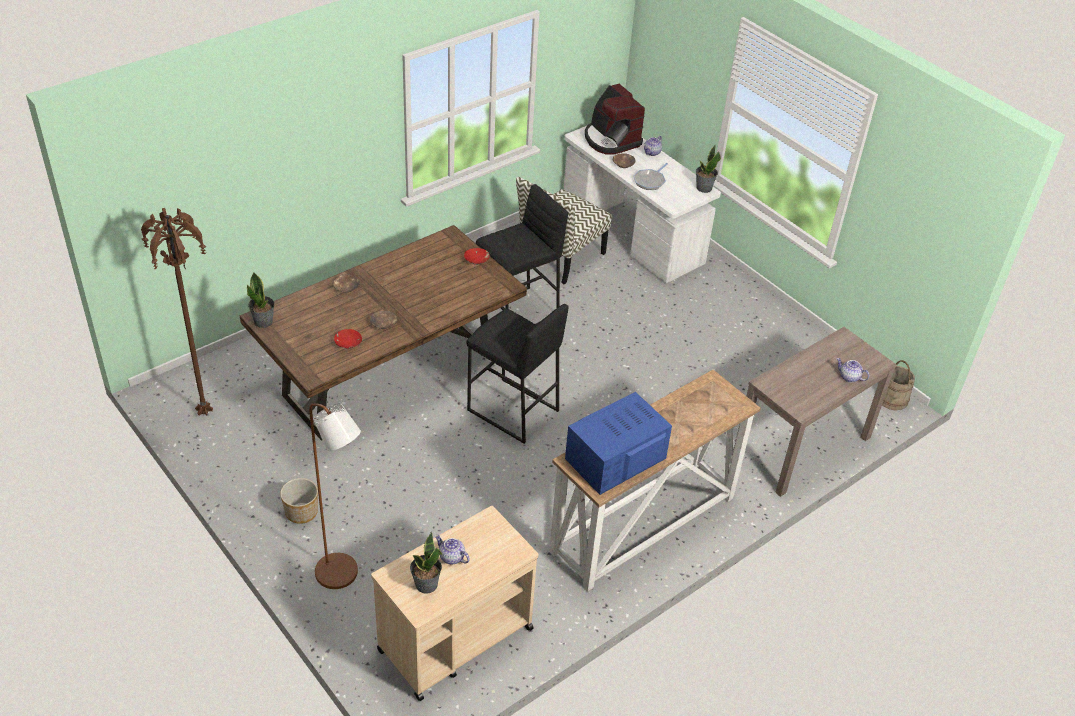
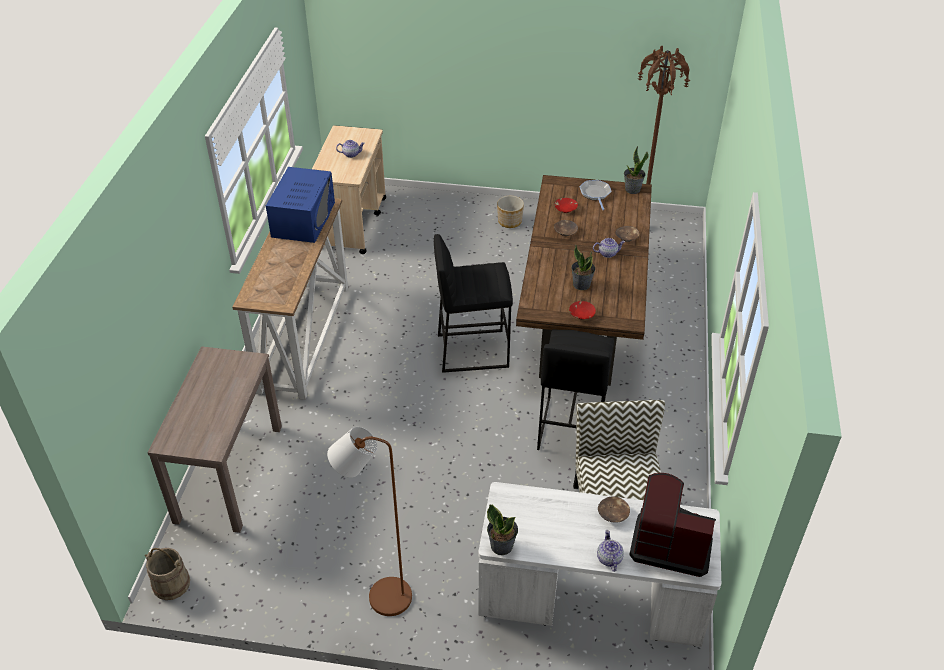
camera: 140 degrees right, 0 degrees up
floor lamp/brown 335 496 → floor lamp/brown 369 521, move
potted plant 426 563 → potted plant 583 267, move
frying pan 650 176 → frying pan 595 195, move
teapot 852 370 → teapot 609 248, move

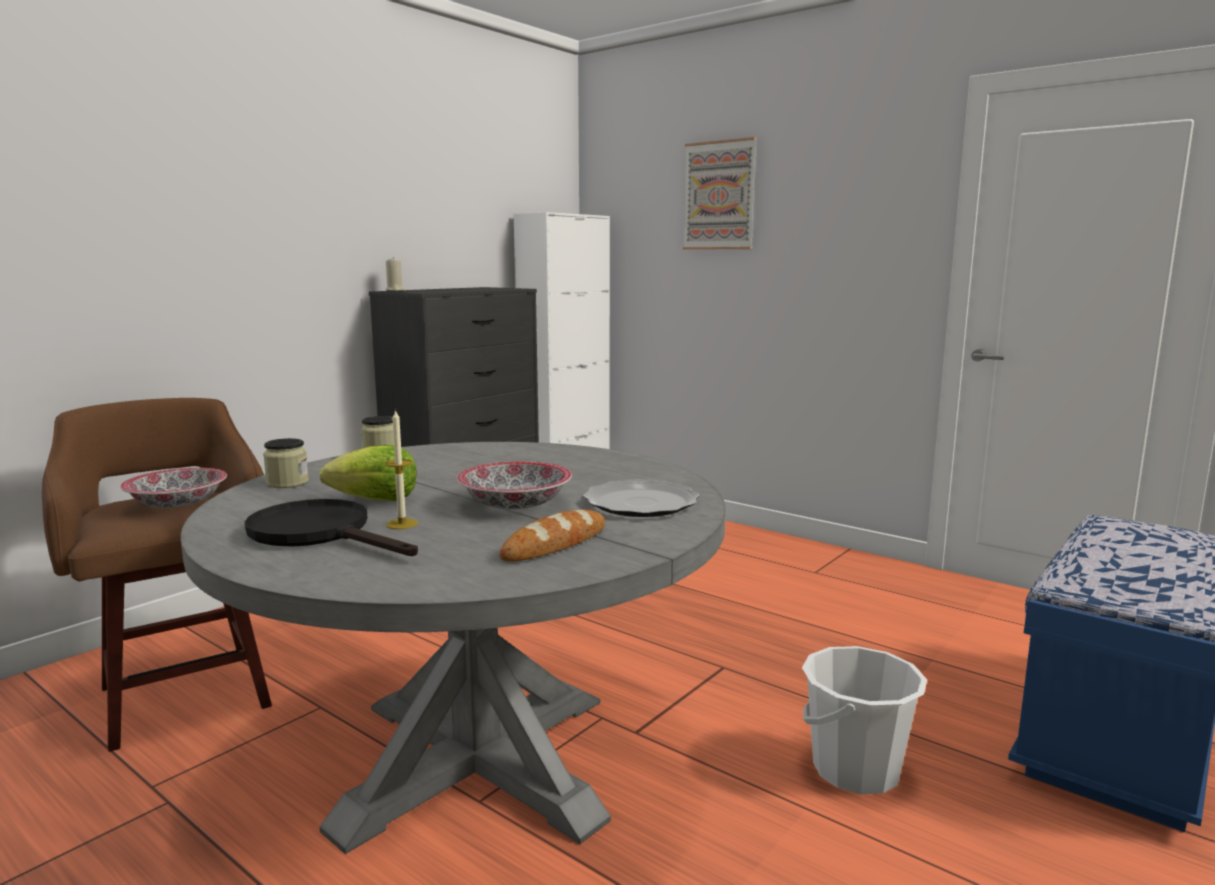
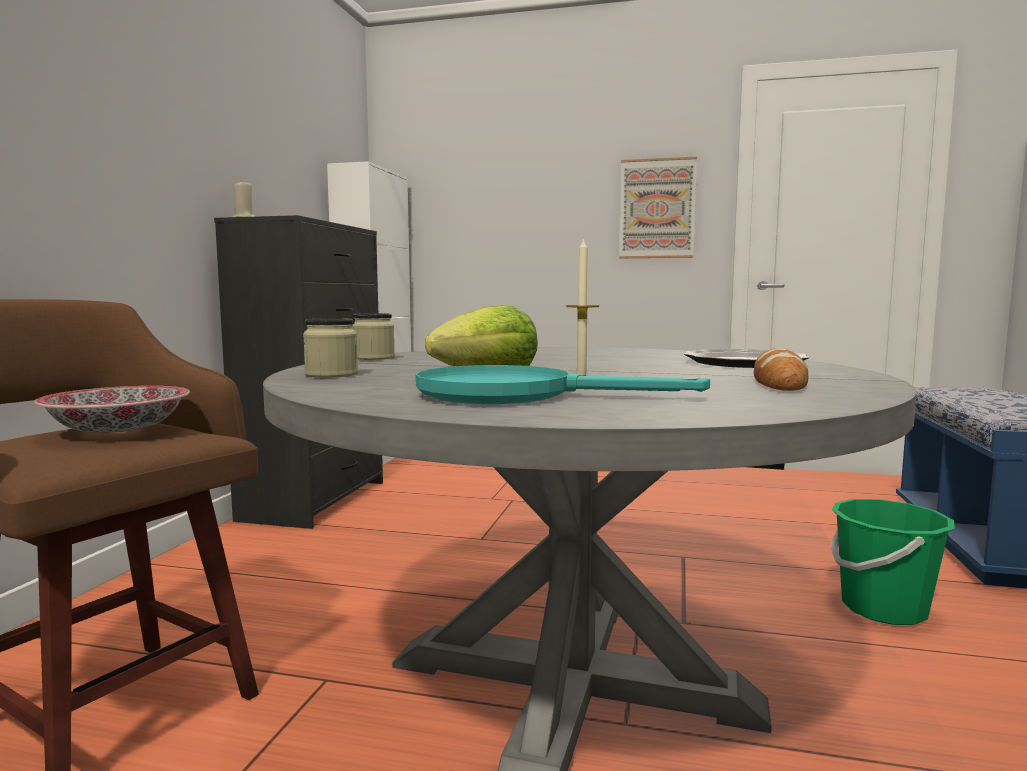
camera: 25 degrees left, 5 degrees down
frying pan/black 331 527 → frying pan/turquoise 562 384
picture 720 193 → picture 658 207, move
bucket/white 864 720 → bucket/green 892 562
bowl 514 485 → -

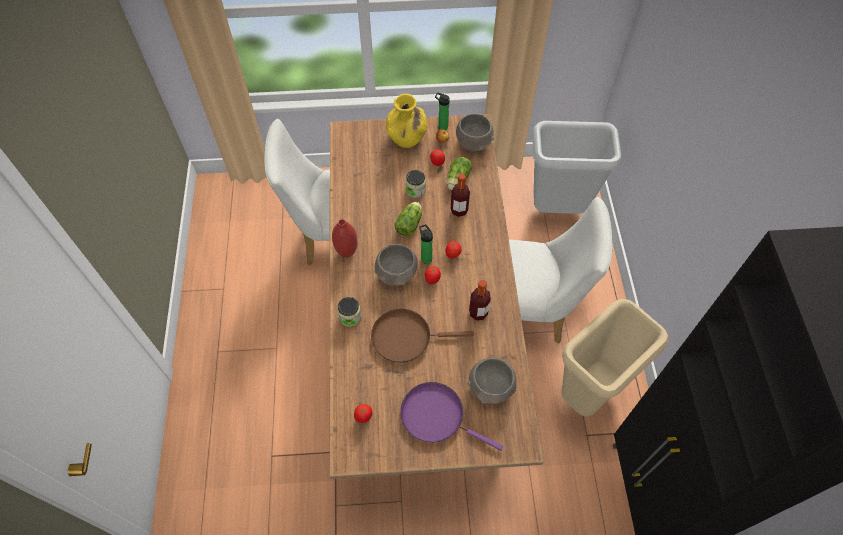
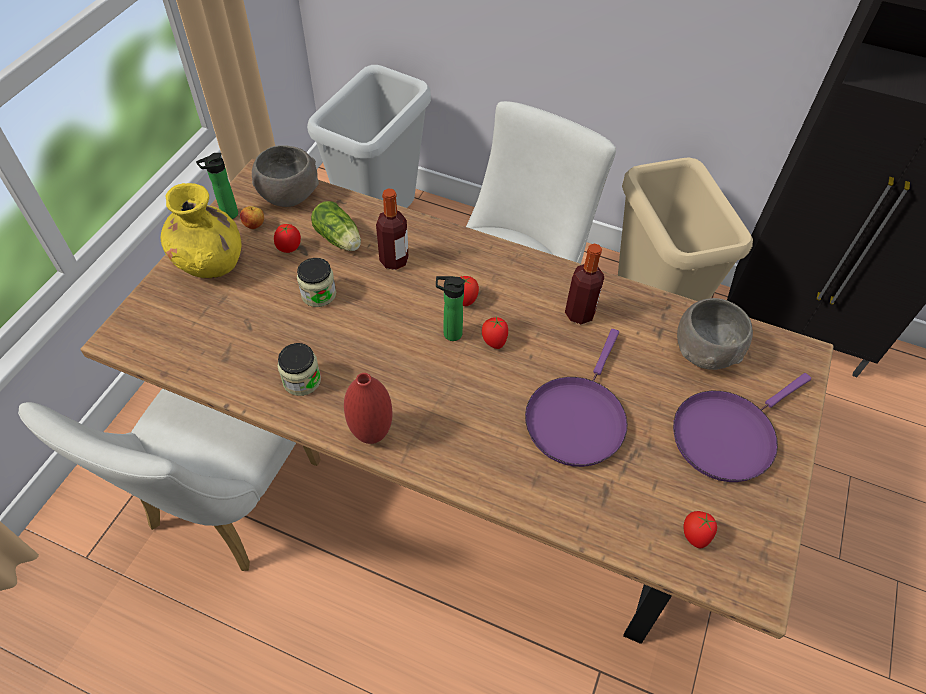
camera: 65 degrees left, 5 degrees down
jar 349 312 → jar 299 369, move
frying pan/brown 422 336 → frying pan/purple 576 398
bowl/grey 396 265 → -
lettuce 408 219 → -

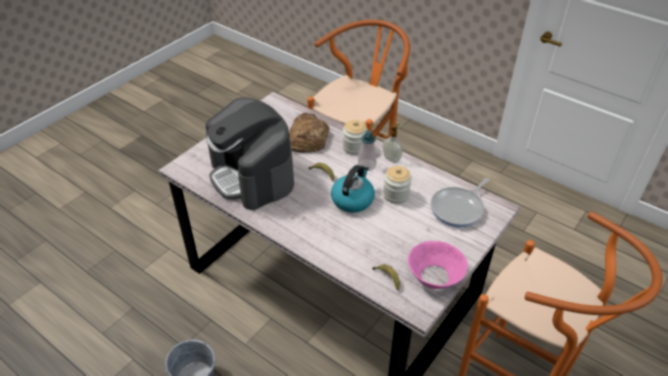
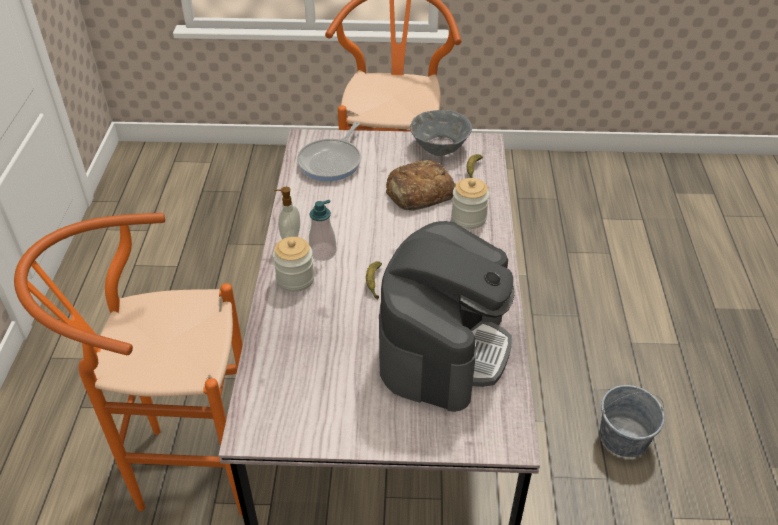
camera: 125 degrees left, 0 degrees up
frying pan 460 202 → frying pan 329 151, 105 degrees clockwise
bread 309 133 → bread 421 185, move
bowl/pink 438 265 → bowl/grey 441 133
jar 397 185 → jar 470 203, move
kettle 353 189 → -

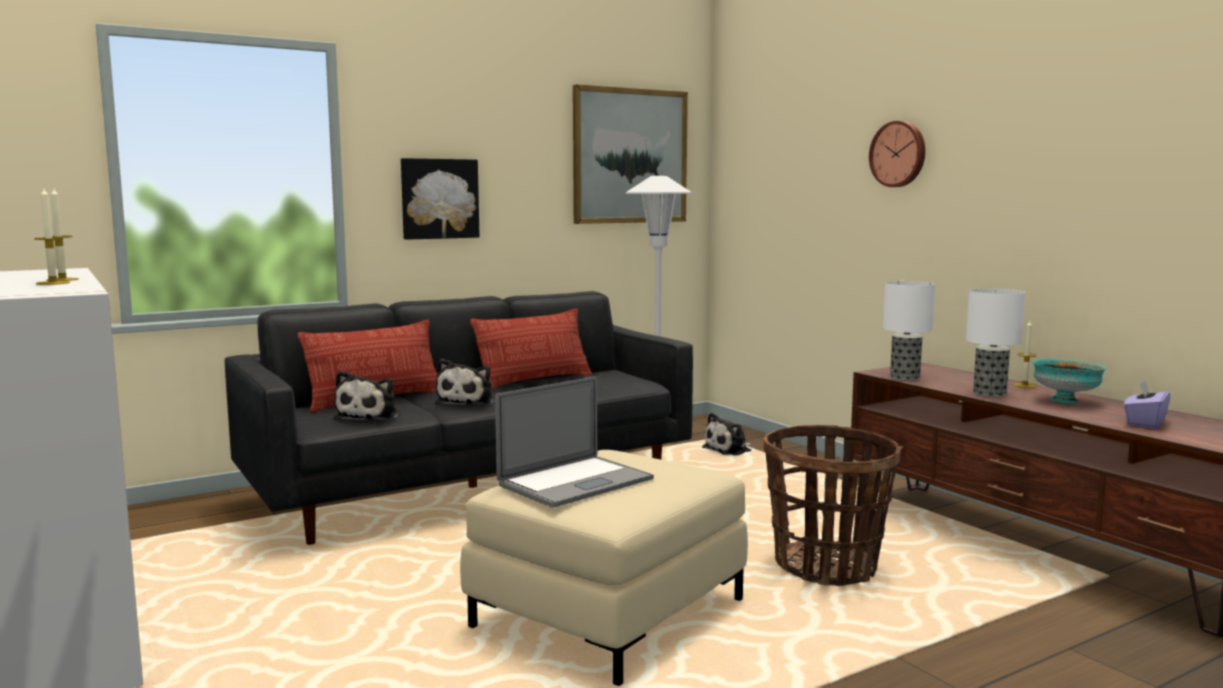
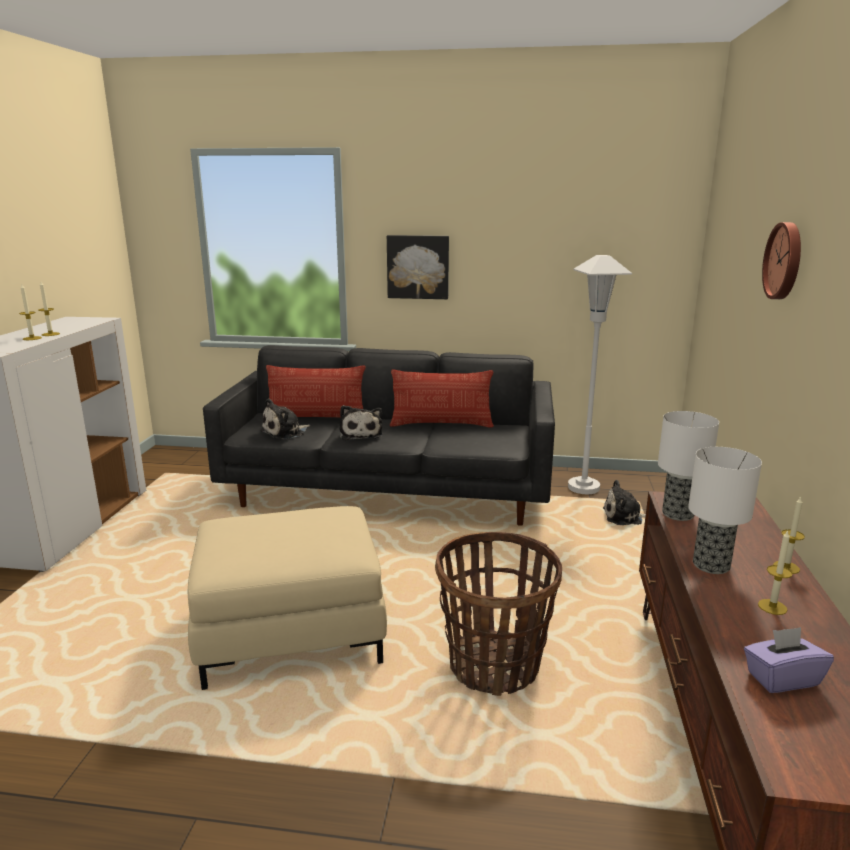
camera: 40 degrees right, 10 degrees up
plush toy 465 382 → plush toy 361 422, 60 degrees counterclockwise
bowl/turquoise 1069 381 → candle 775 572
laptop 574 442 → -
picture 630 154 → -

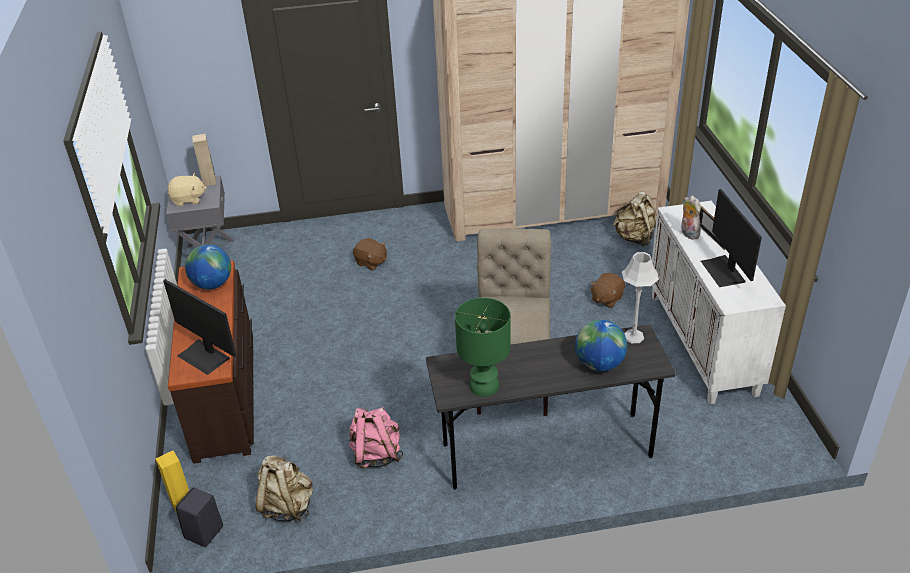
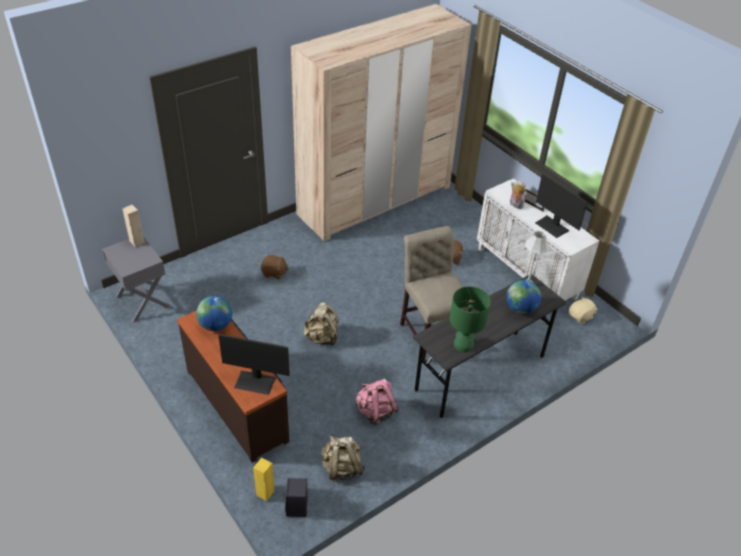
camera: 30 degrees left, 5 degrees up
backpack/beige 635 219 → backpack/beige 321 324, move
plush toy/beige 187 189 → plush toy/beige 583 310, move

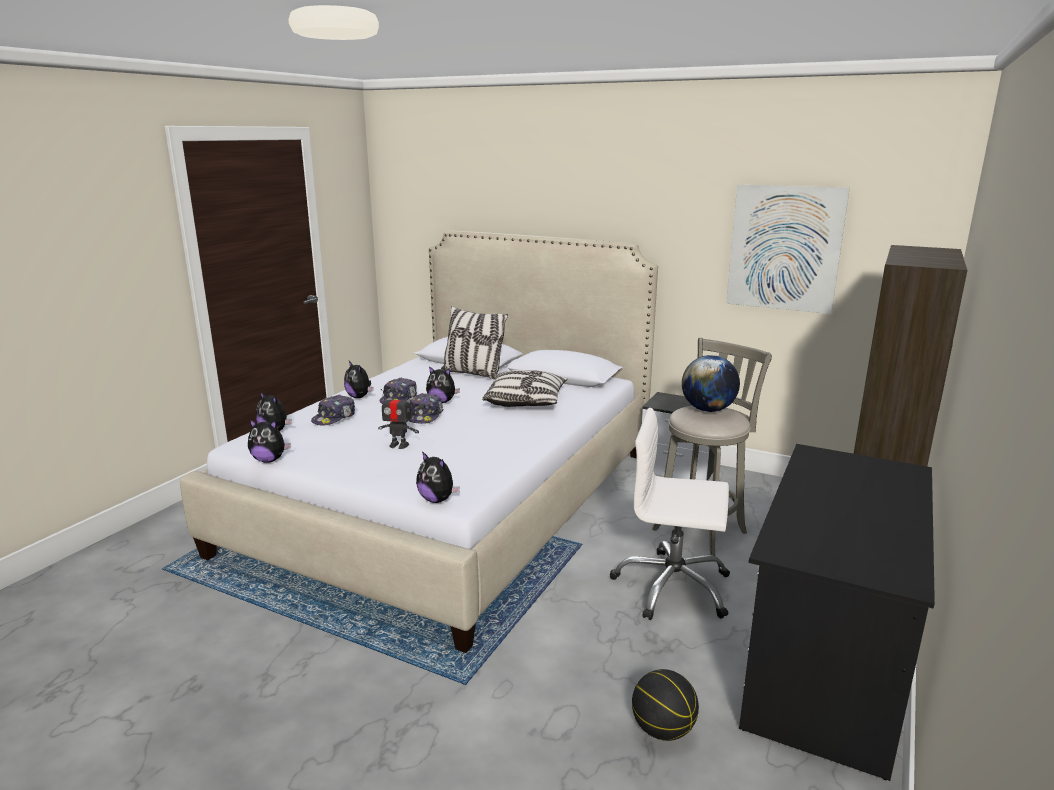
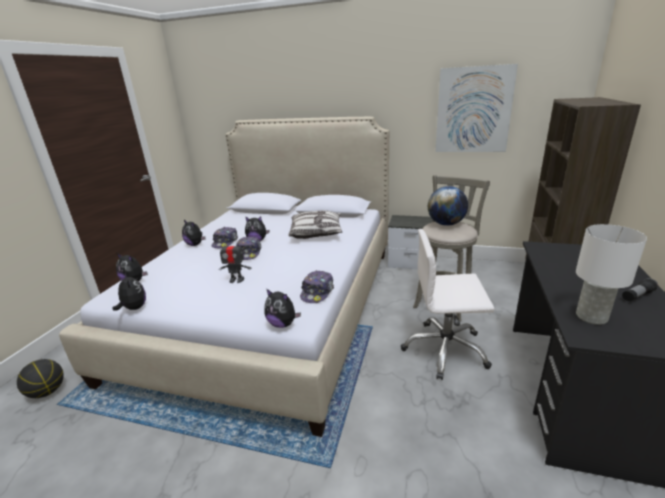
camera: 10 degrees left, 5 degrees up
basketball 665 705 → basketball 40 378, move
plush toy 269 441 → plush toy 129 291, 120 degrees counterclockwise
cap 333 410 → cap 317 286, move
- → table lamp/white 611 274
- → flashlight 640 289
pillow 474 343 → -

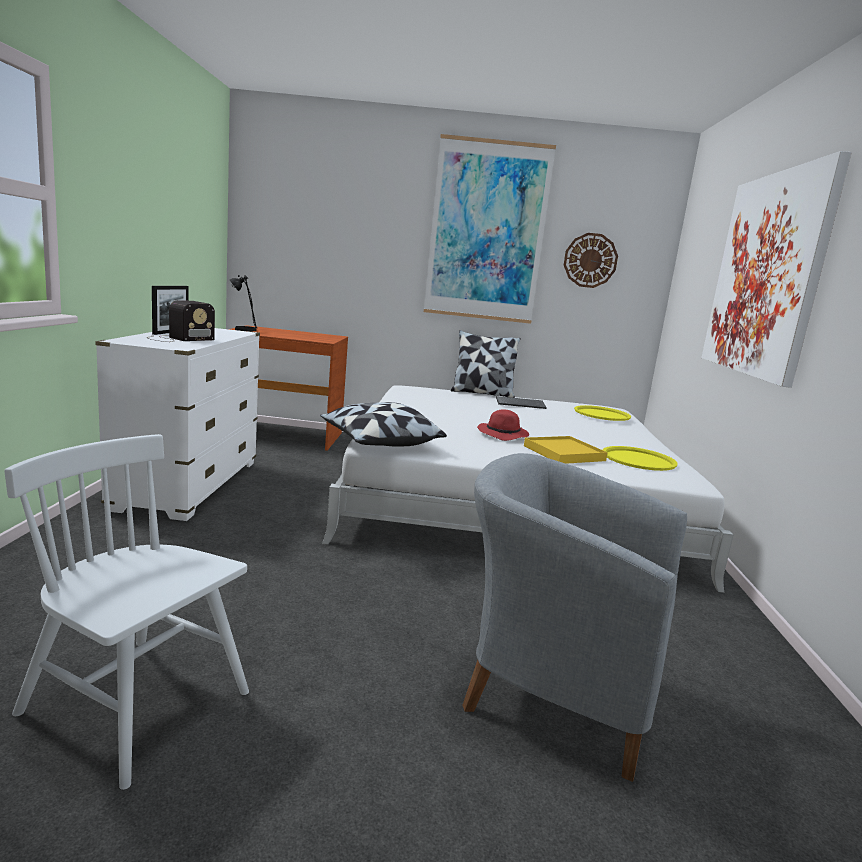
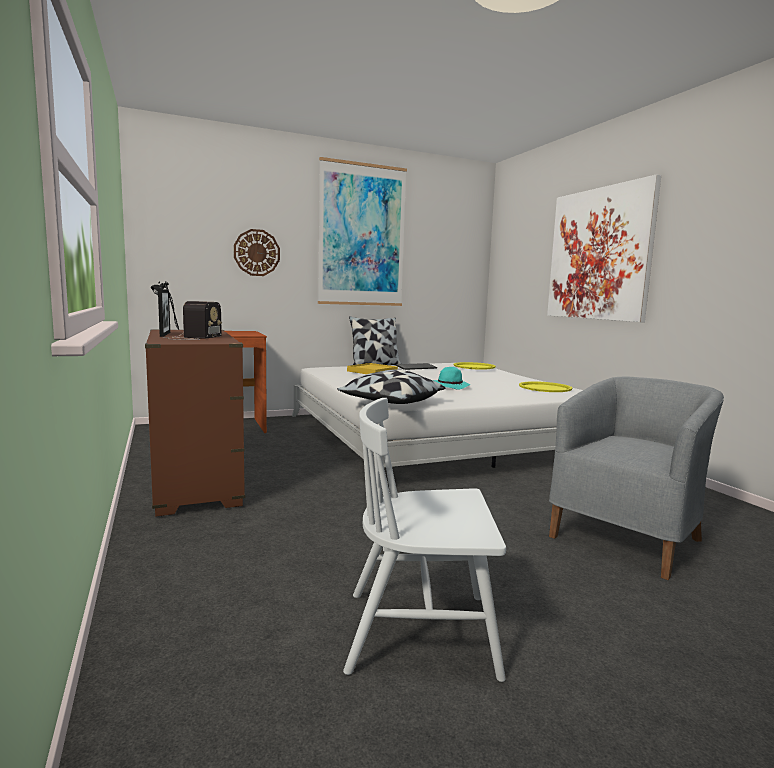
camera: 25 degrees left, 5 degrees down
dresser/white 177 424 → dresser/brown 195 422
wall clock 591 260 → wall clock 257 252, move
tray/yellow 566 450 → tray/yellow 372 368, move
hat/red 503 425 → hat/turquoise 451 378
armchair/grey 574 617 → armchair/grey 636 478, 135 degrees clockwise

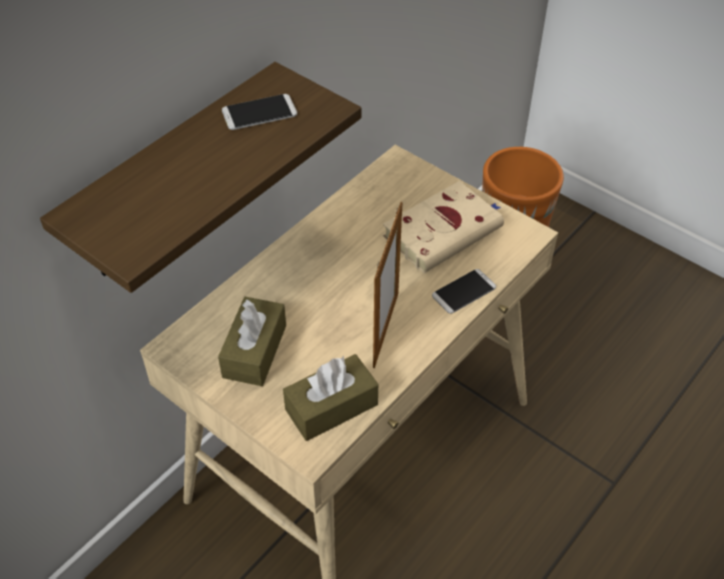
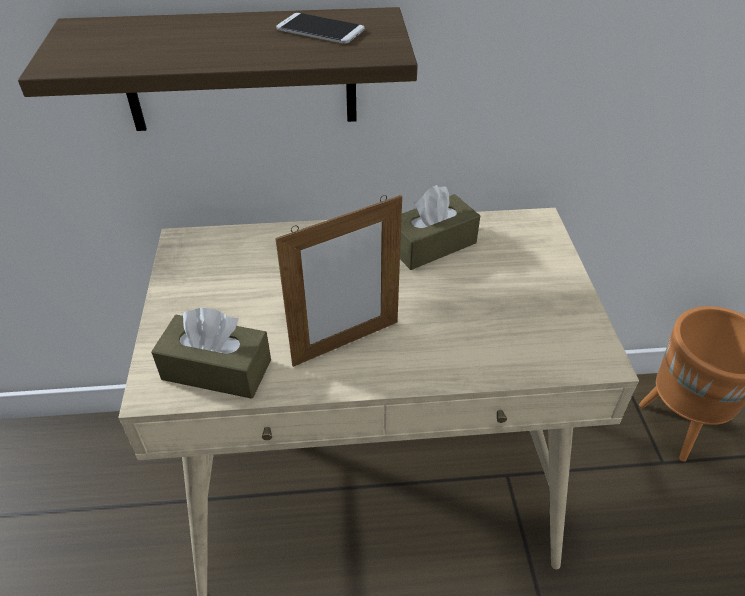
camera: 45 degrees right, 5 degrees down
tissue box/brown 252 341 → tissue box/brown 440 227, move
book/beige 443 227 → -
phone 464 291 → -

